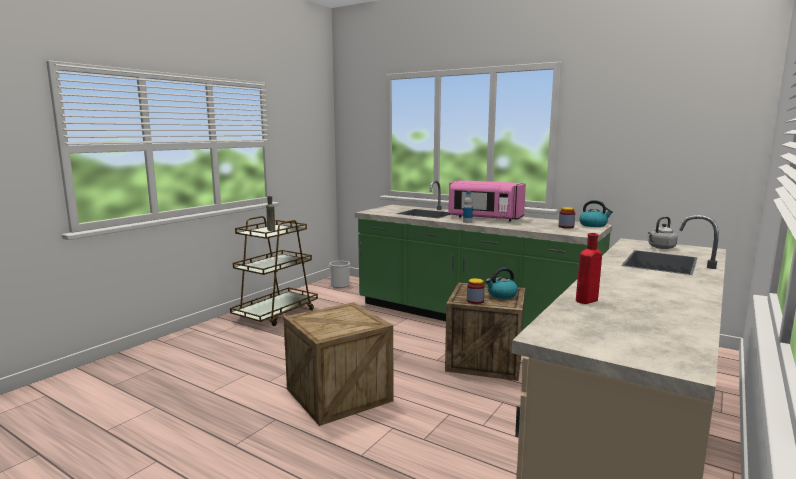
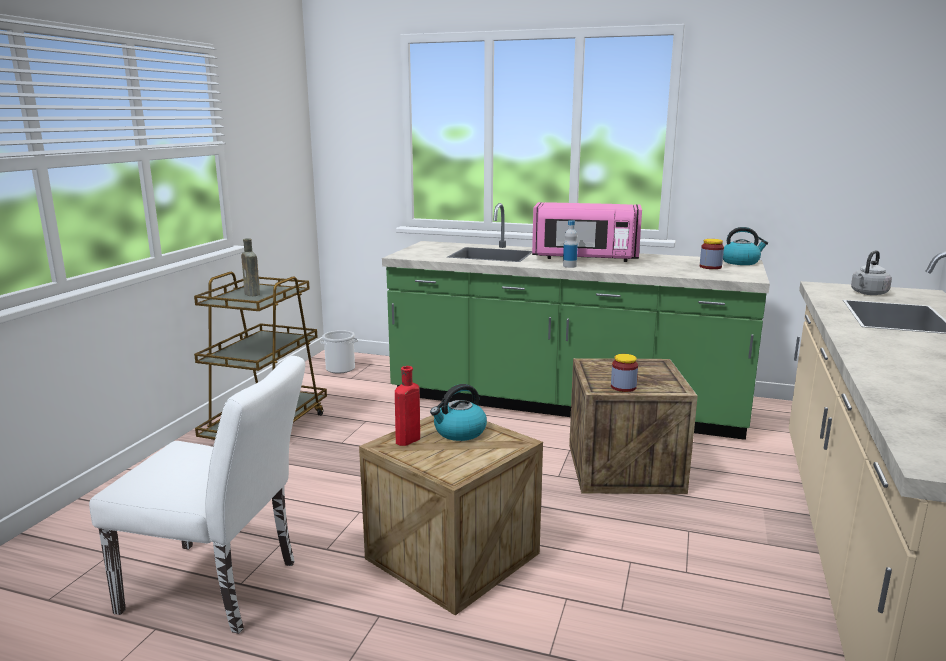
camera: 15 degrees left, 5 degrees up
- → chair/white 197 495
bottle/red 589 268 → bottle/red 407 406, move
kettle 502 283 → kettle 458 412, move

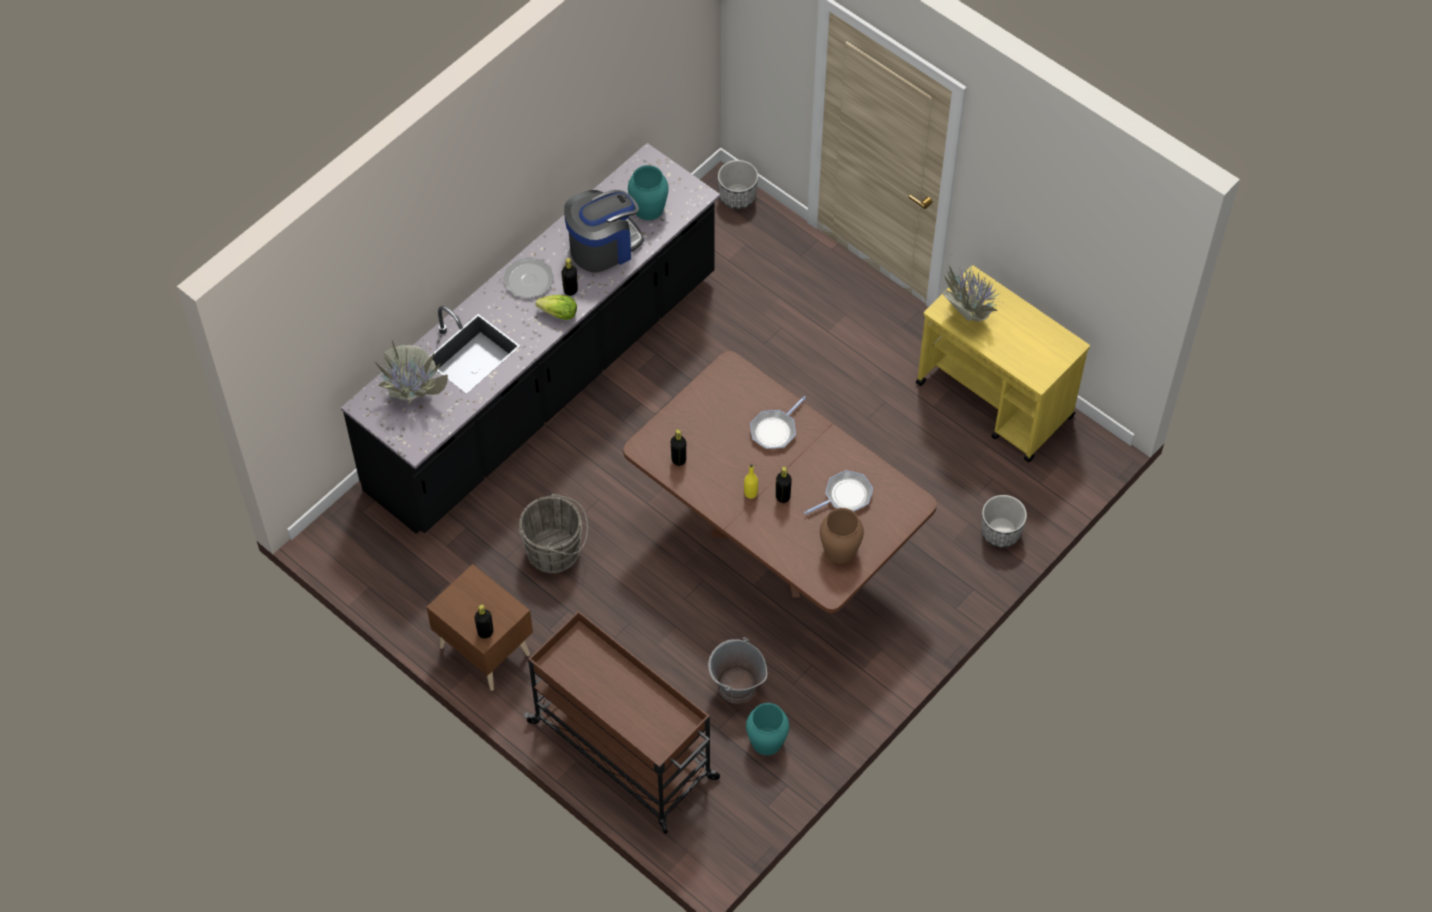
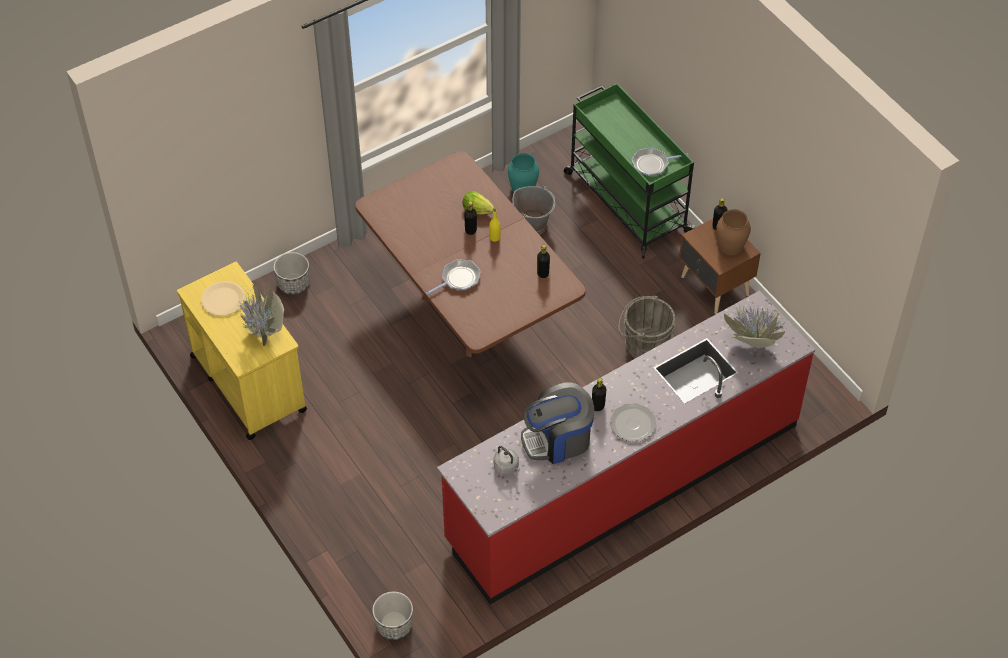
camera: 165 degrees left, 5 degrees down
- → plate/beige 223 298
counter/black 530 338 → counter/red 626 447
lettuce 556 307 → lettuce 478 202, move
vase/turquoise 648 192 → kettle/grey 507 460
cart/brown 622 722 → cart/green 629 170
frying pan 838 492 → frying pan 660 161, move
vase/brown 842 535 → vase/brown 733 232, move

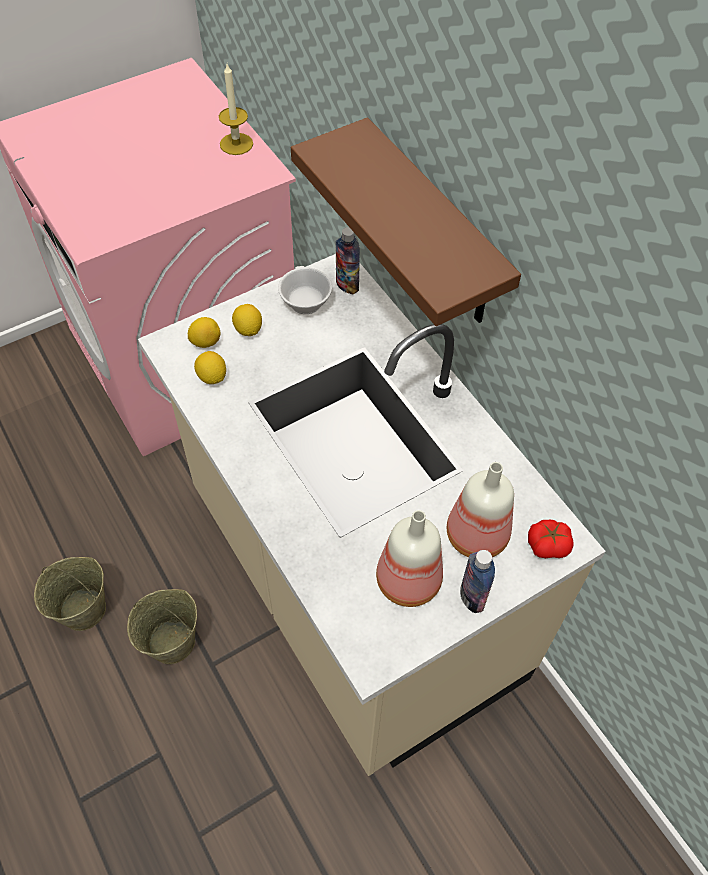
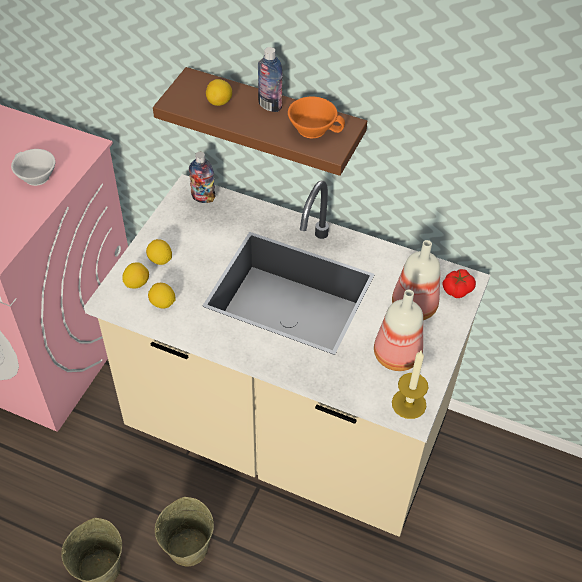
camera: 35 degrees left, 5 degrees down
cup/white 305 290 → cup/white 33 167, move
- → lemon 219 92
bottle 477 581 → bottle 270 79, move
- → cup/orange 316 117
candle 236 109 → candle 410 385, move

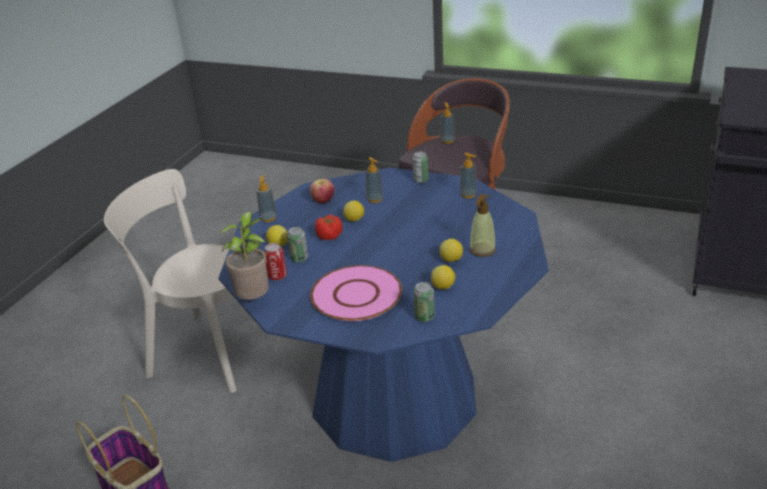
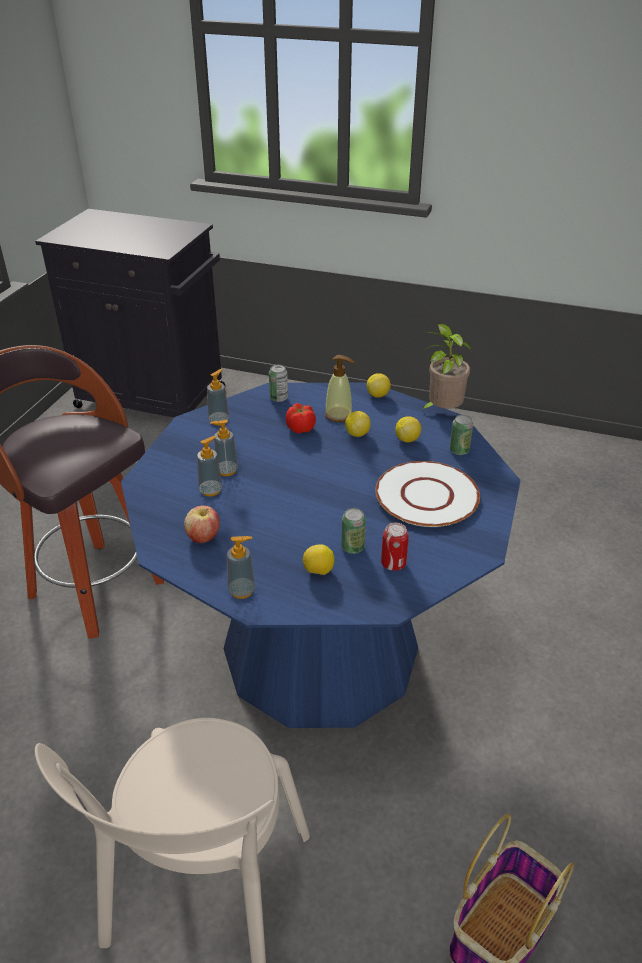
camera: 95 degrees left, 5 degrees up
soap dispenser 447 123 → soap dispenser 224 448, move
can 420 167 → can 278 383, move
tomato 329 227 → tomato 301 418, move
lemon 353 211 → lemon 379 385, move
plate/pink 356 293 → plate/white 427 494
potted plant 244 256 → potted plant 445 366, move

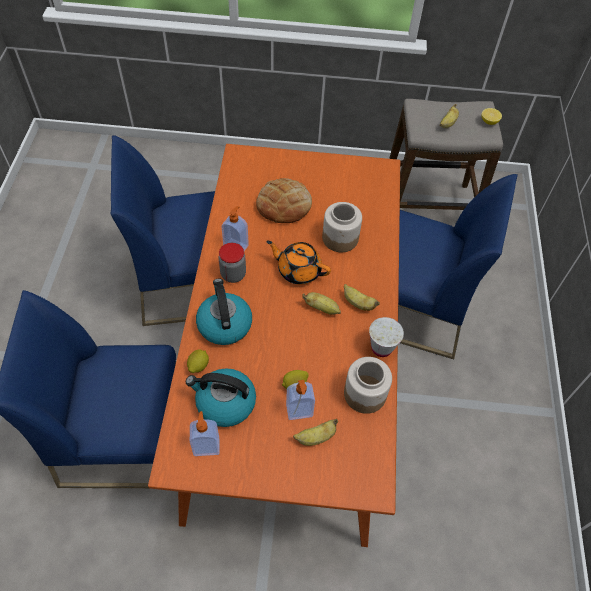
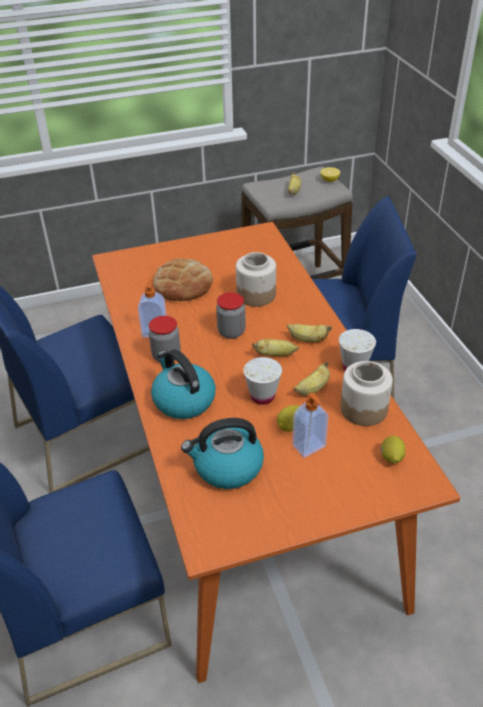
camera: 20 degrees left, 15 degrees down
teapot/orange 298 262 → jar 231 315
- → cup/white 262 381
banana 315 432 → banana 312 378, move
lemon 198 361 → lemon 393 450, move
soap dispenser 205 433 → -

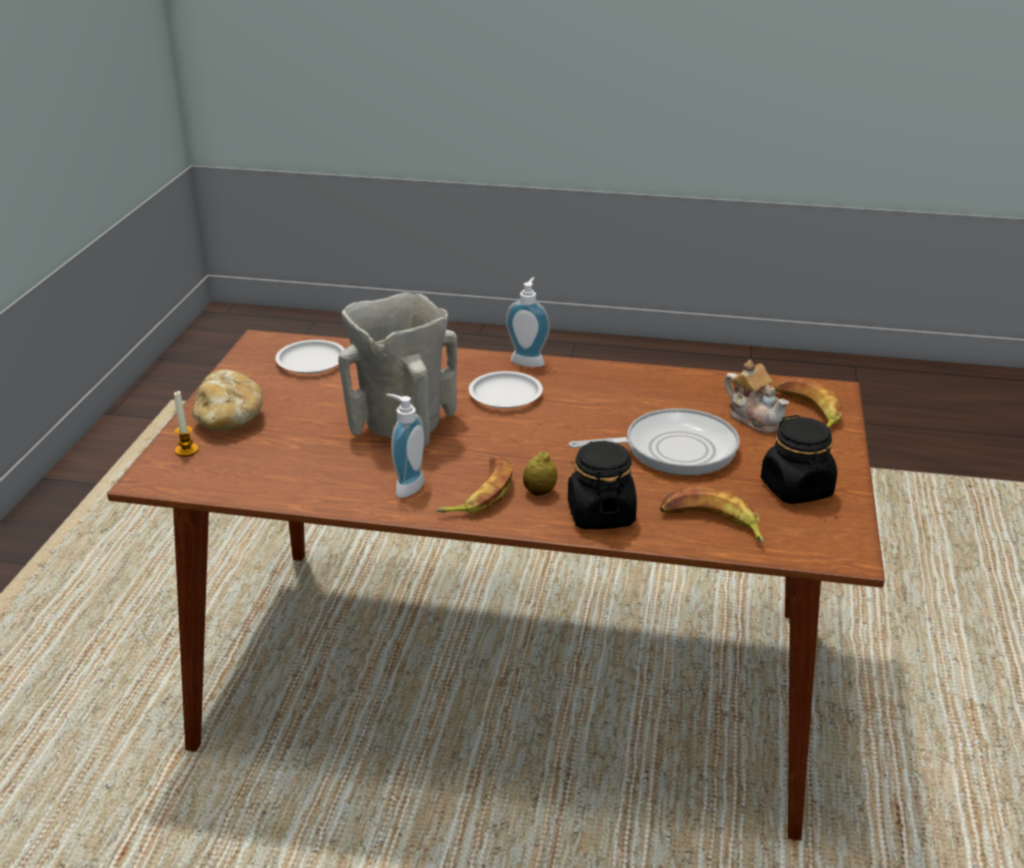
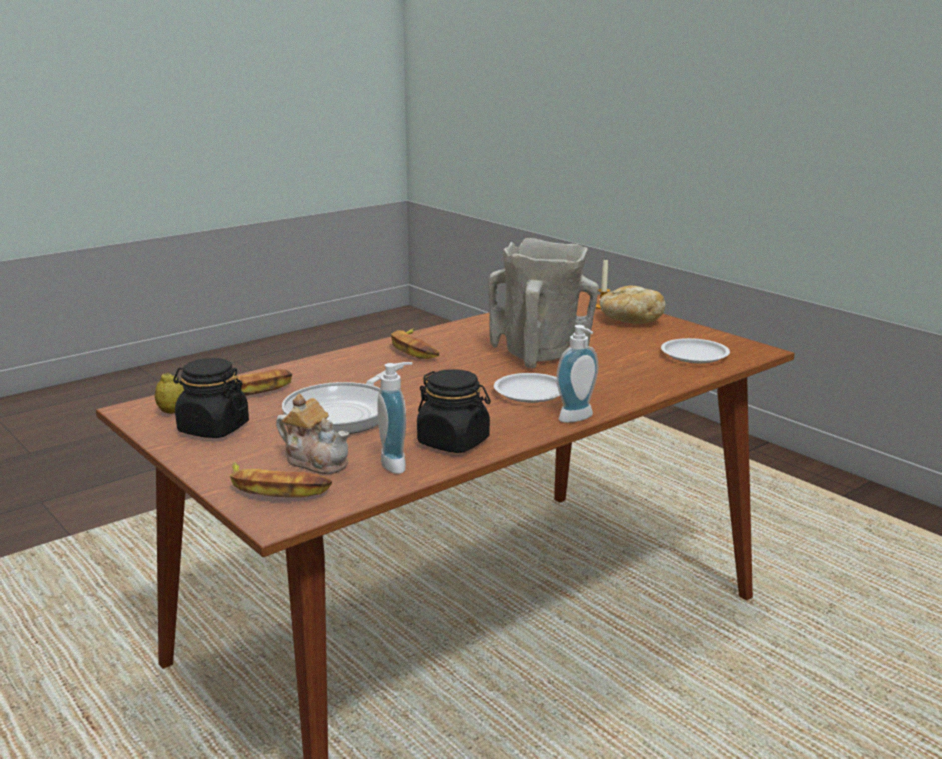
camera: 130 degrees right, 10 degrees down
lemon 540 473 → lemon 169 393, move
teapot 756 397 → teapot 313 434, 150 degrees counterclockwise
soap dispenser 405 446 → soap dispenser 394 418, move
jar/black 602 485 → jar/black 454 411, move

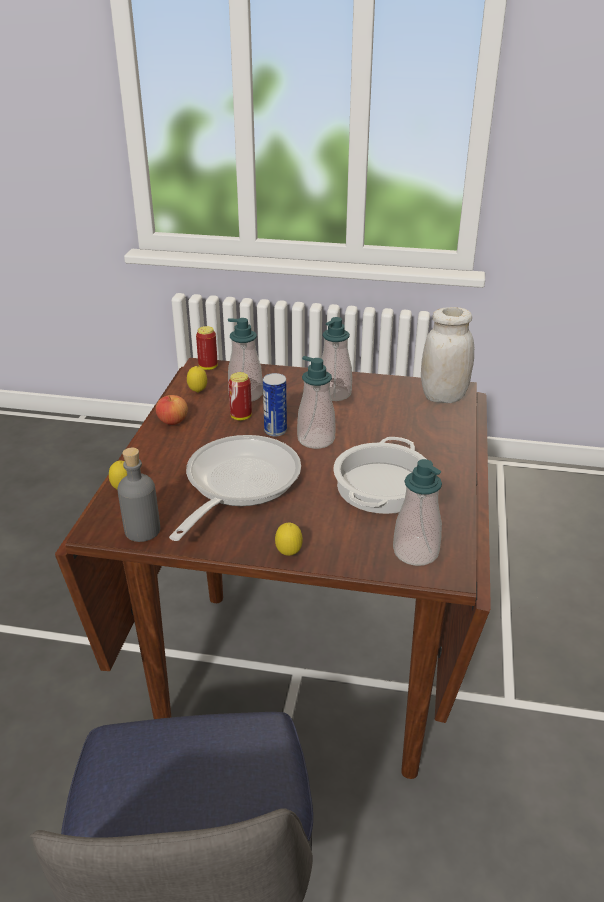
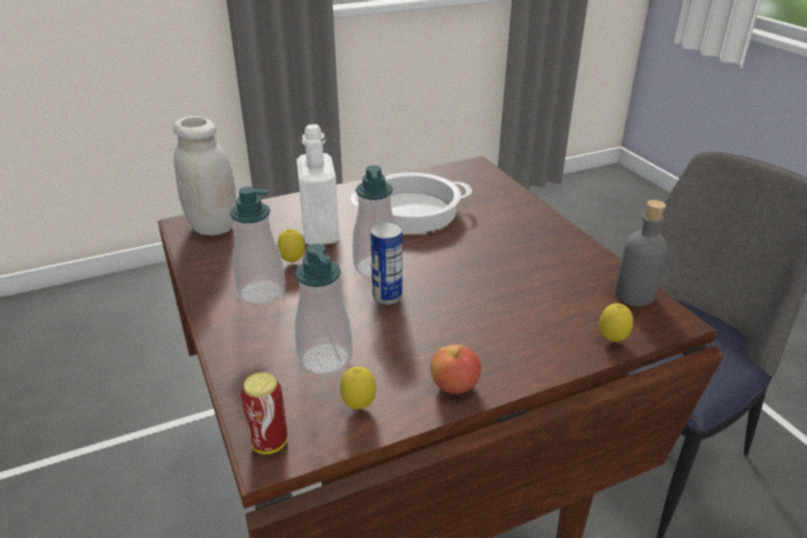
camera: 125 degrees left, 0 degrees up
lemon 289 539 → lemon 291 246, move
- → bottle/white 318 184
frying pan 235 488 → -
can 240 396 → -
soap dispenser 417 512 → -

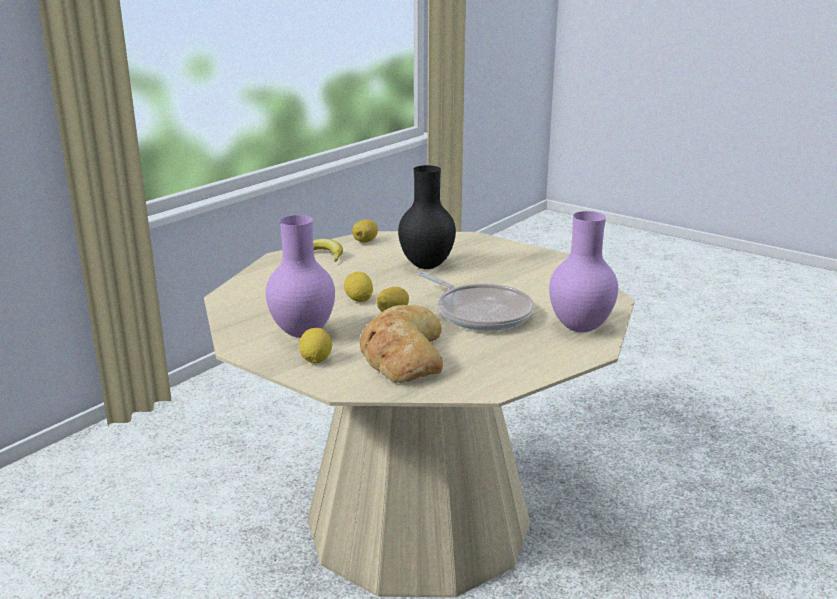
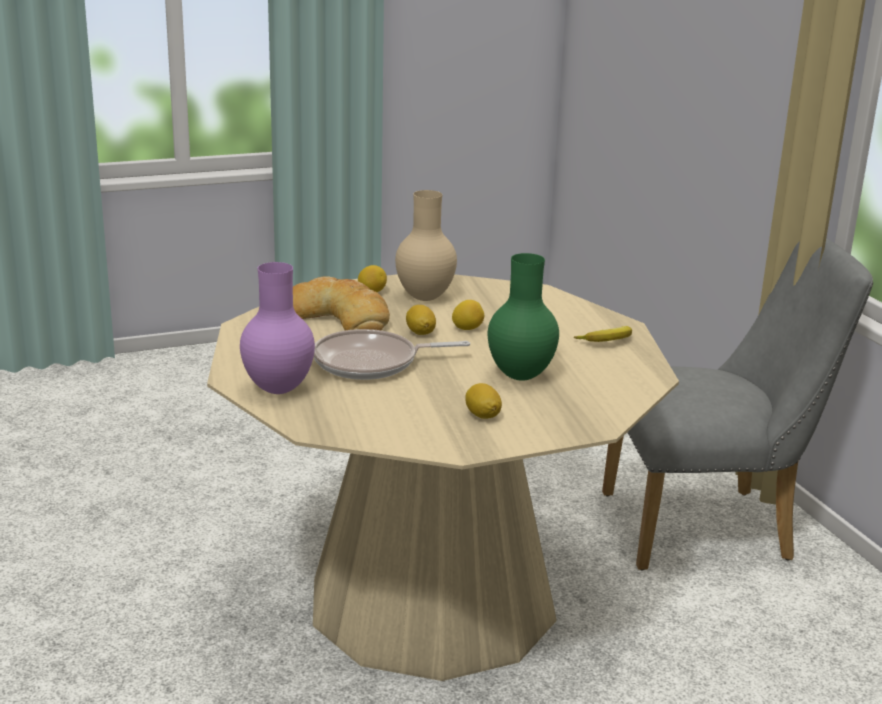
camera: 120 degrees right, 0 degrees up
vase/purple 300 276 → vase/beige 426 245
lemon 365 231 → lemon 483 401, move
vase/black 427 217 → vase/green 523 317
- → chair/grey 737 404

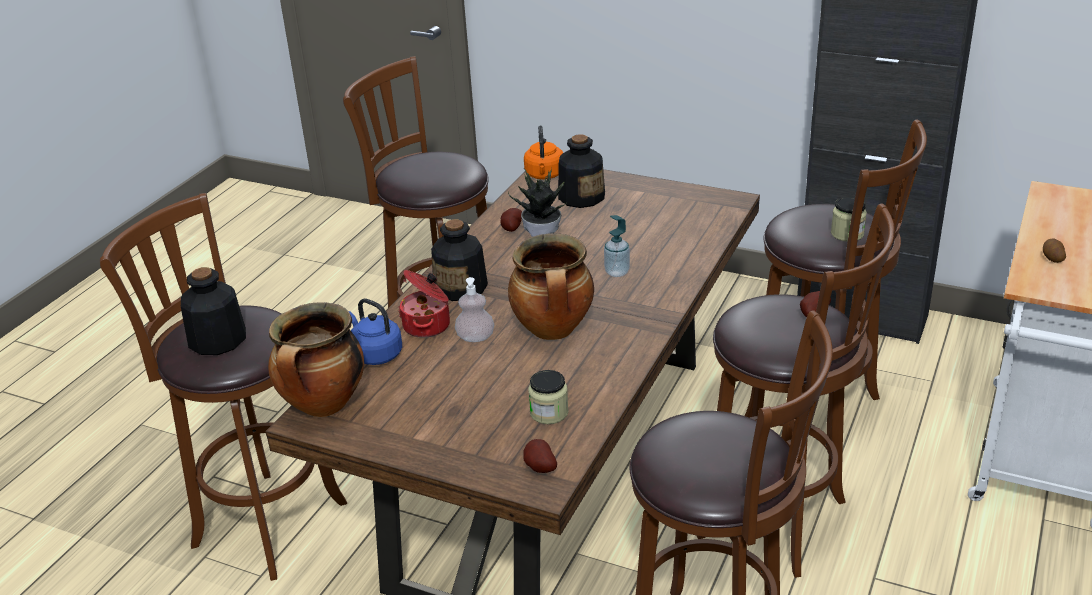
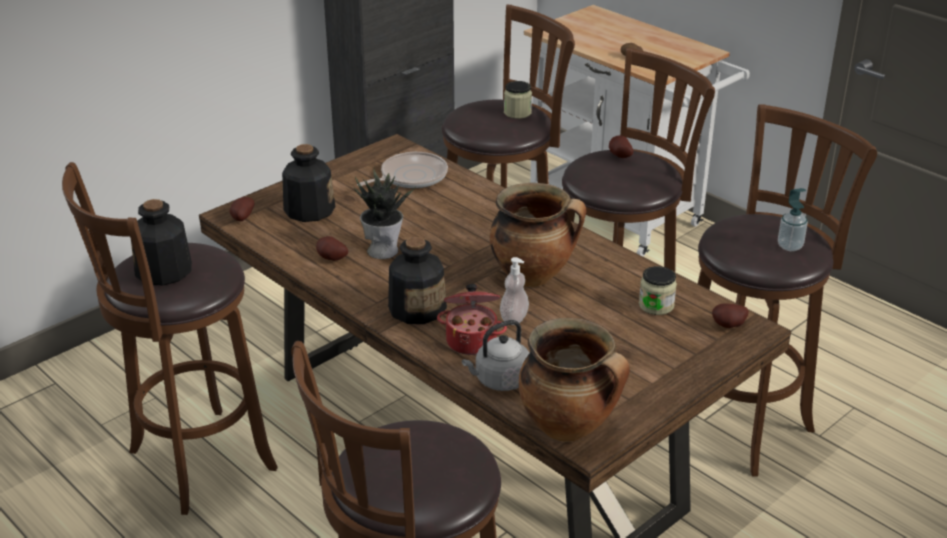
camera: 70 degrees left, 0 degrees up
bottle 213 311 → bottle 161 242, move
kettle/orange 543 152 → potato 242 209
- → frying pan 402 170
kettle/blue 375 331 → kettle/grey 496 355
soap dispenser 617 246 → soap dispenser 793 219, move

